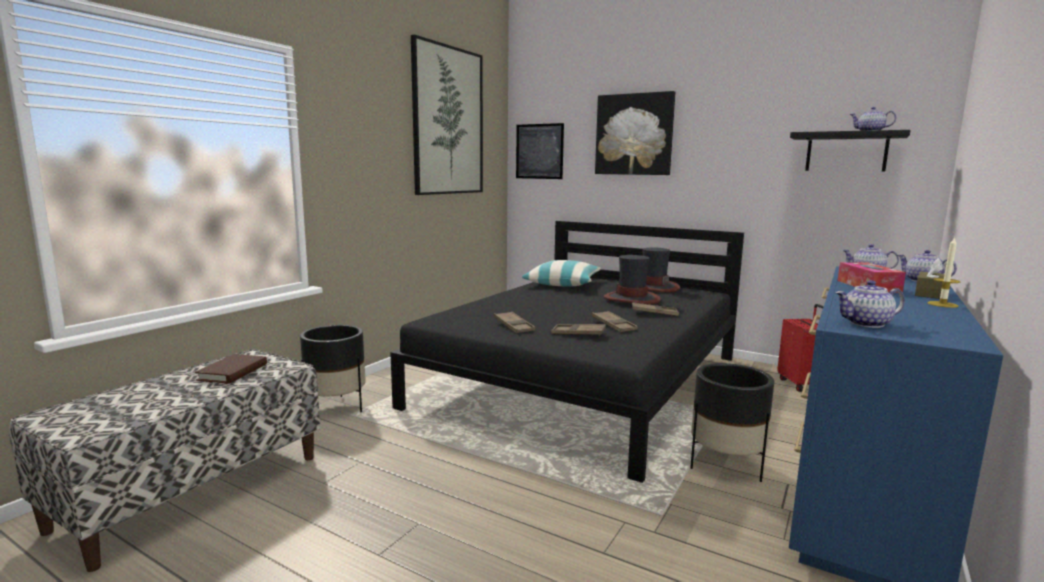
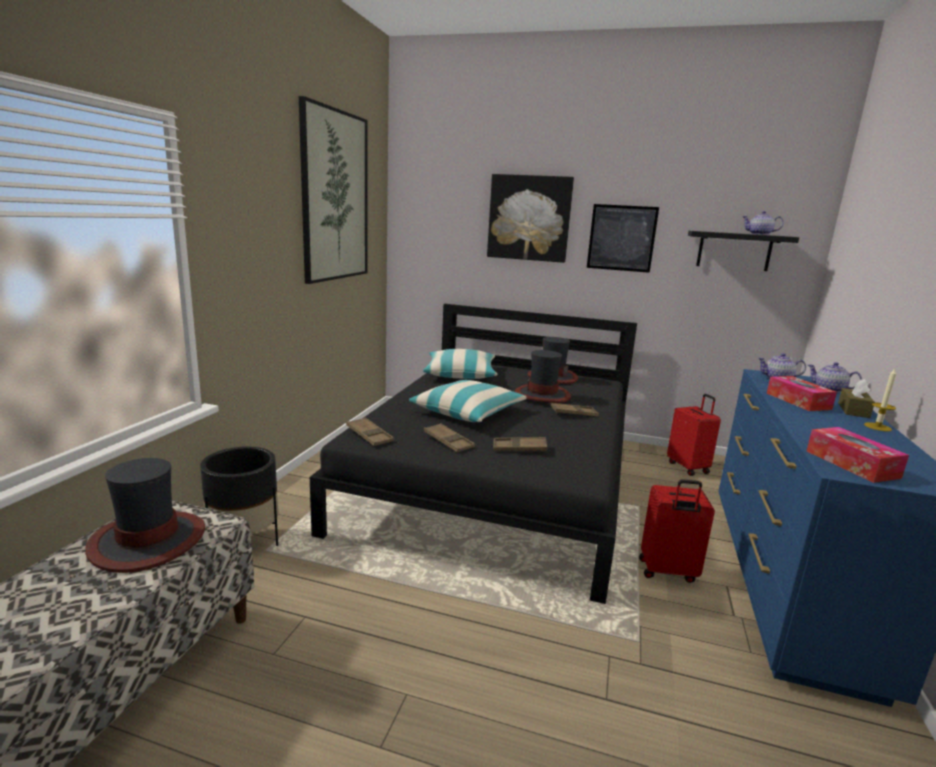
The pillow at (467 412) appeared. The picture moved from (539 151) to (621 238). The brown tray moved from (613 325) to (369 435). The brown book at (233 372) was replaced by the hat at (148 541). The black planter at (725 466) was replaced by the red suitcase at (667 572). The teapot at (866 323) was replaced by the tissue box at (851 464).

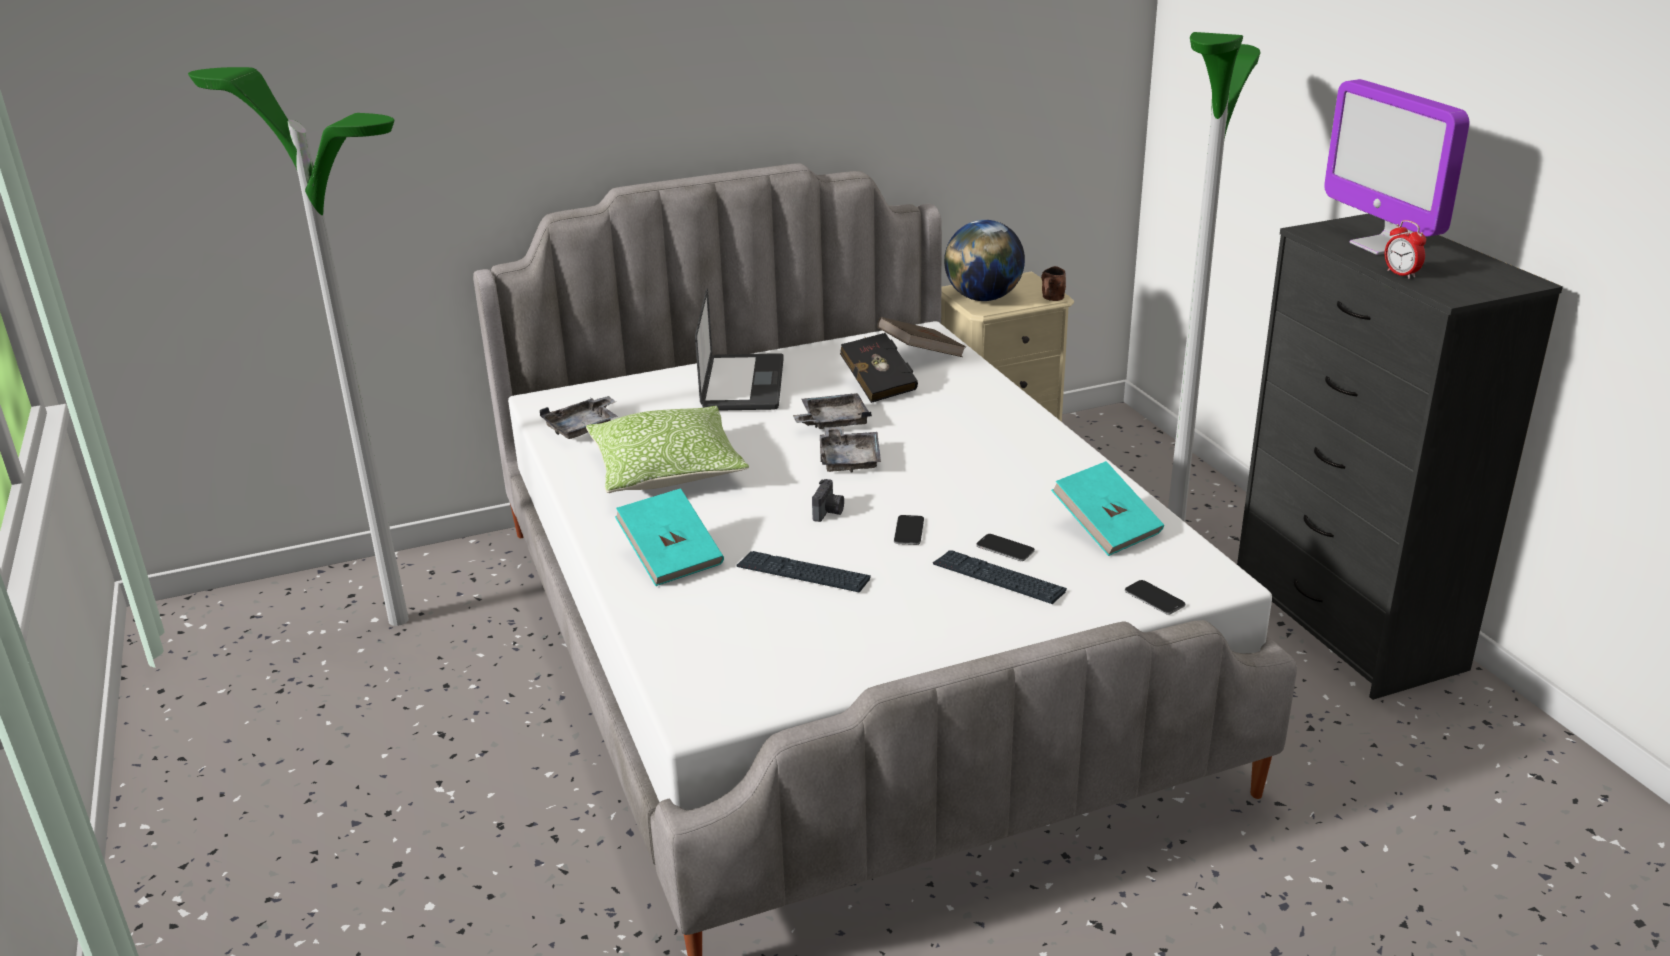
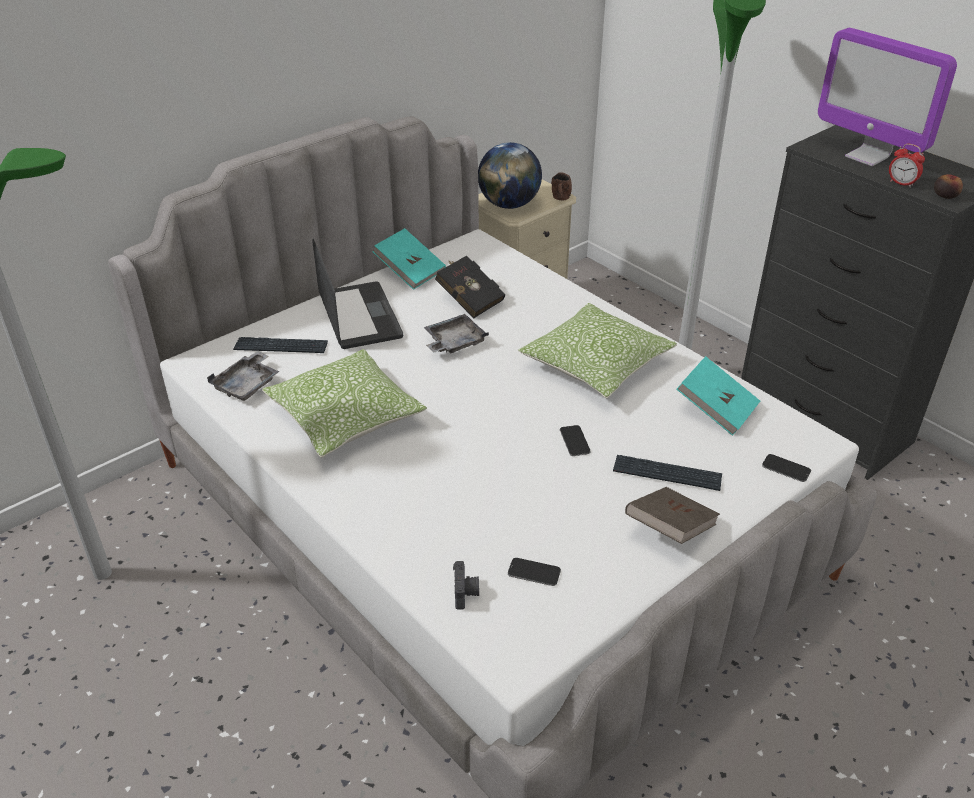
The grey tray at (849 460) disappeared. The pillow at (596 364) appeared. The apple at (945 195) appeared. The turquoise book moved from (671 557) to (410 272). The keyboard moved from (803 574) to (281 347). The photo camera moved from (829 512) to (466 593). The brown book moved from (921 355) to (669 529). The phone moved from (1005 549) to (534 572).

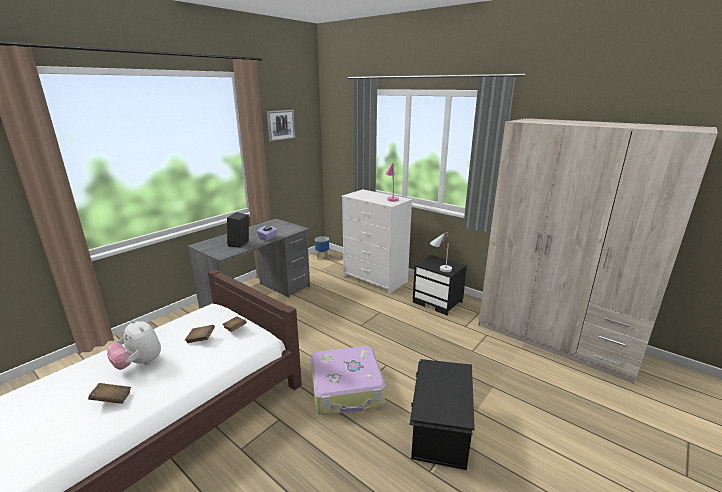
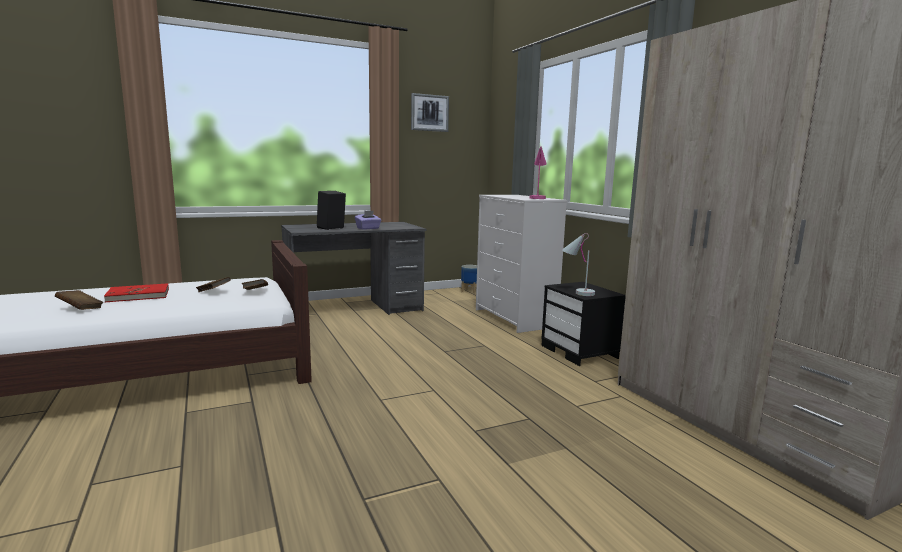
The suitcase at (347 389) disappeared. The black storage box at (439 429) disappeared. The plush toy at (139 364) was replaced by the red book at (138 295).

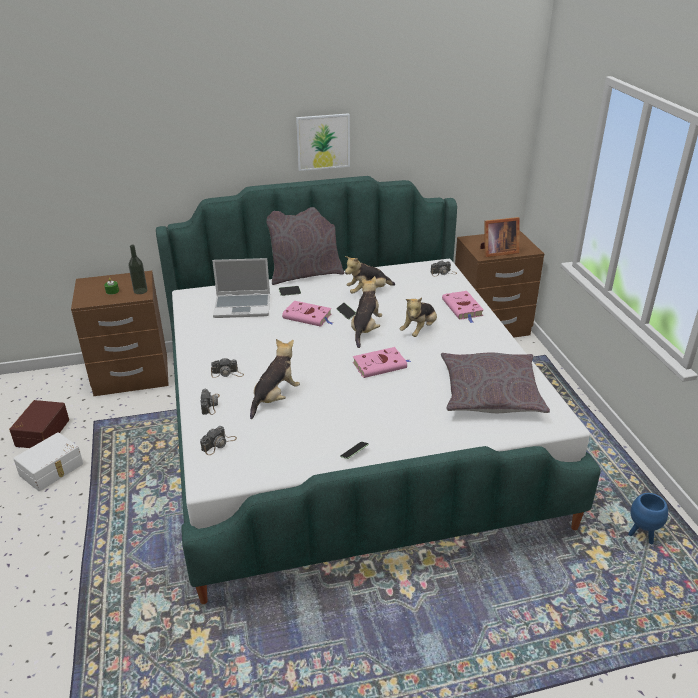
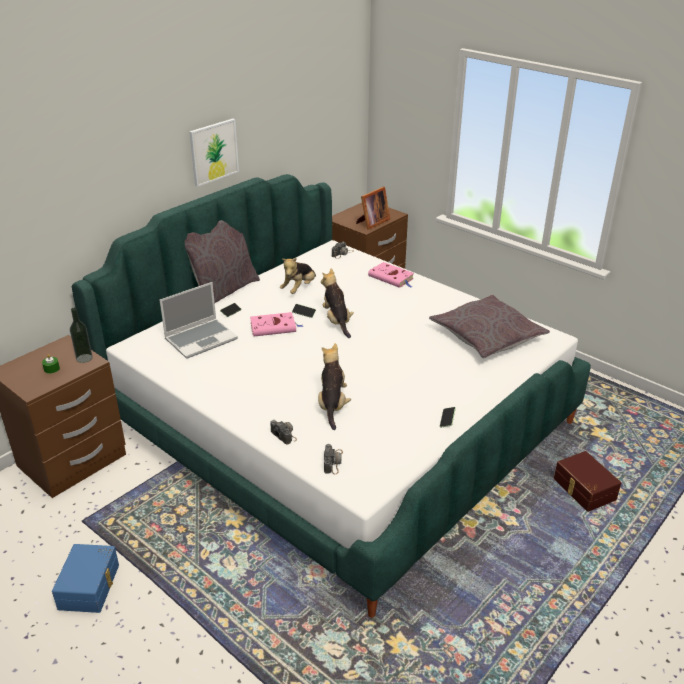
The photo camera at (227 373) disappeared. The pink book at (381 365) disappeared. The plush toy at (419 330) disappeared. The blue planter at (642 535) disappeared. The brown storage box moved from (41 432) to (583 490). The white storage box at (52 470) became the blue storage box at (90 586).

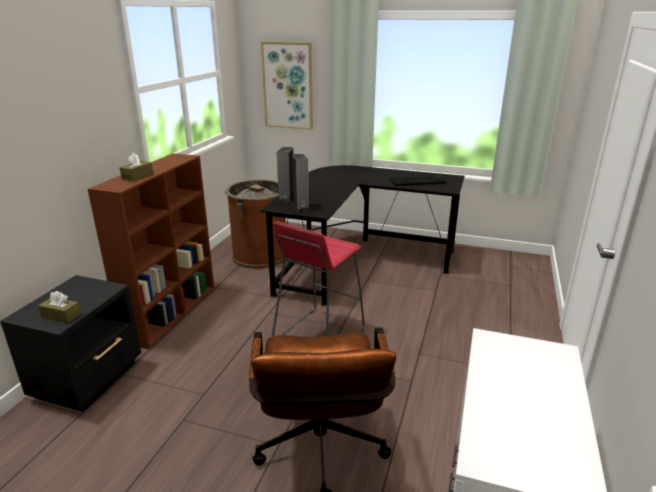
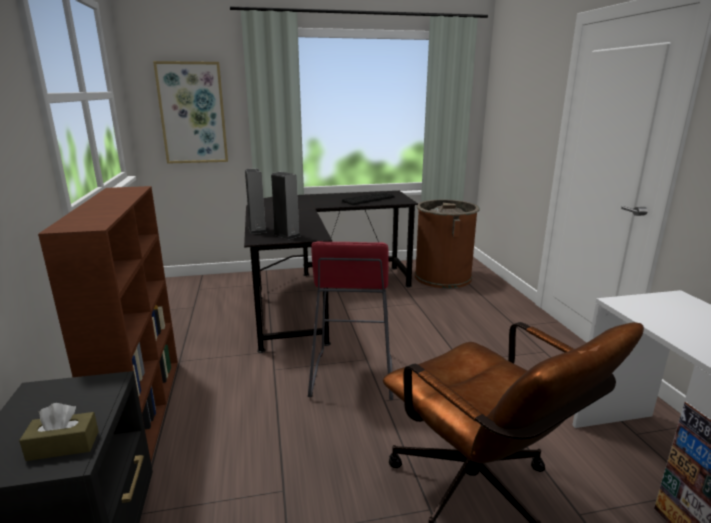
The brown tissue box at (137 176) disappeared. The brown trash can moved from (260 255) to (443 277).

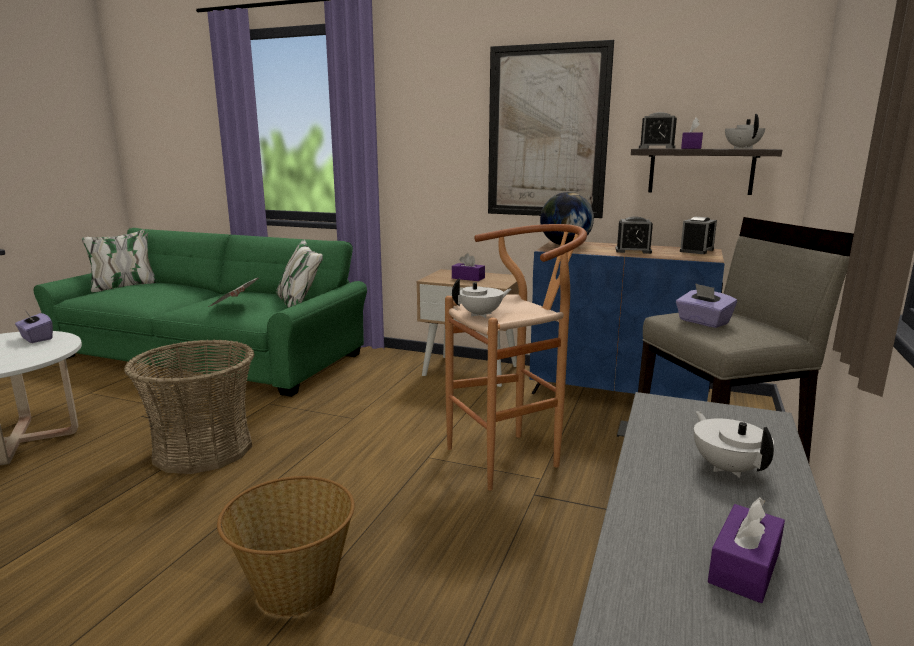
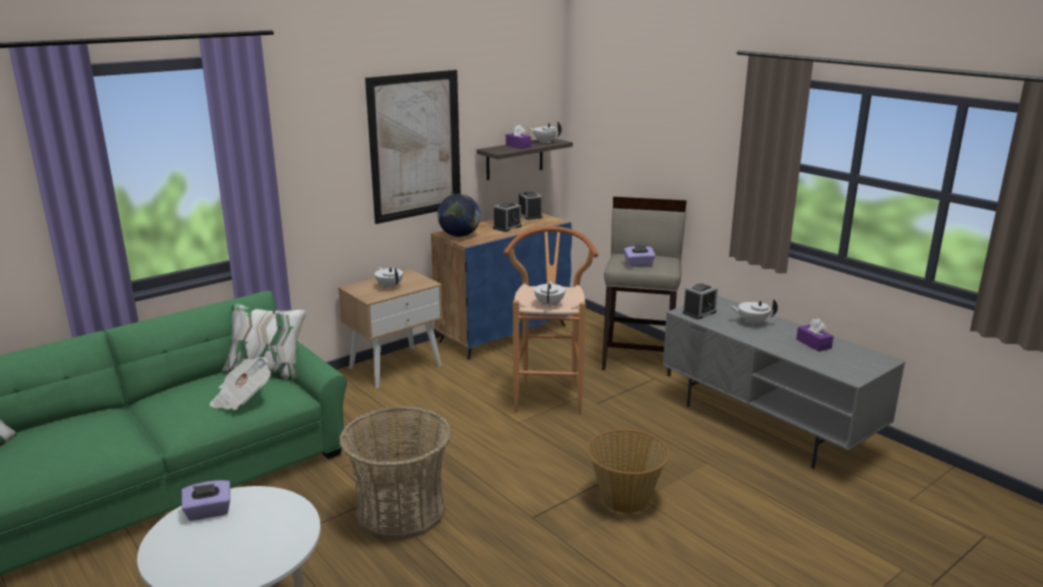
The alarm clock moved from (657 148) to (699 312). The purple tissue box at (468 278) was replaced by the white teapot at (389 286).

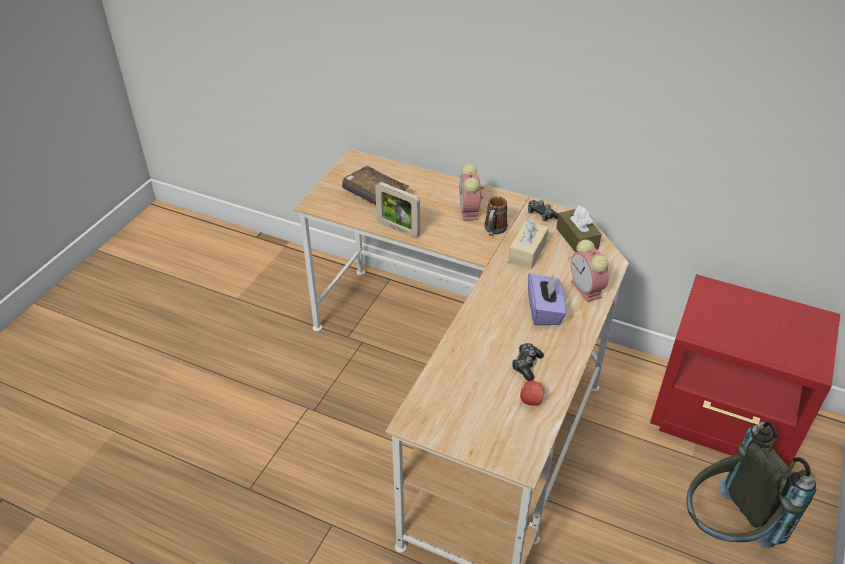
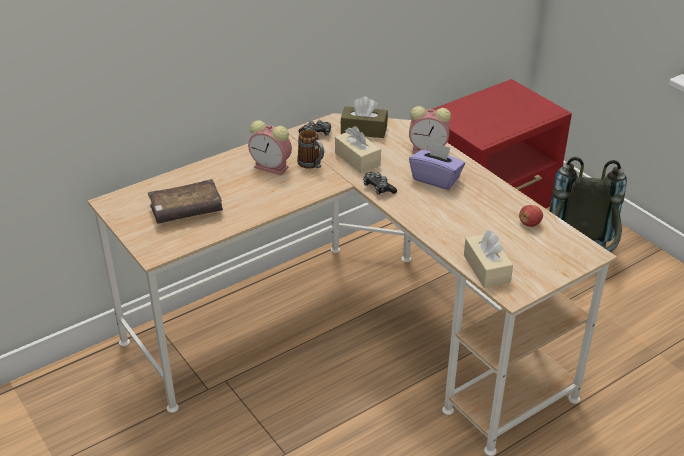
The picture frame at (398 229) disappeared. The beige tissue box at (486 269) appeared. The game controller moved from (526 365) to (378 188).

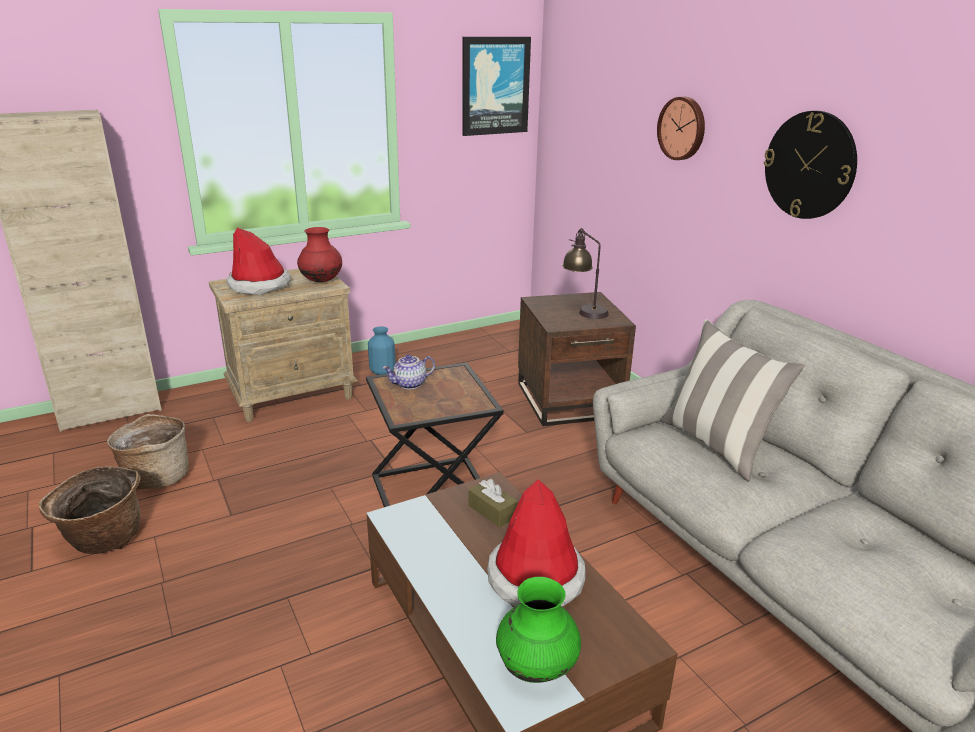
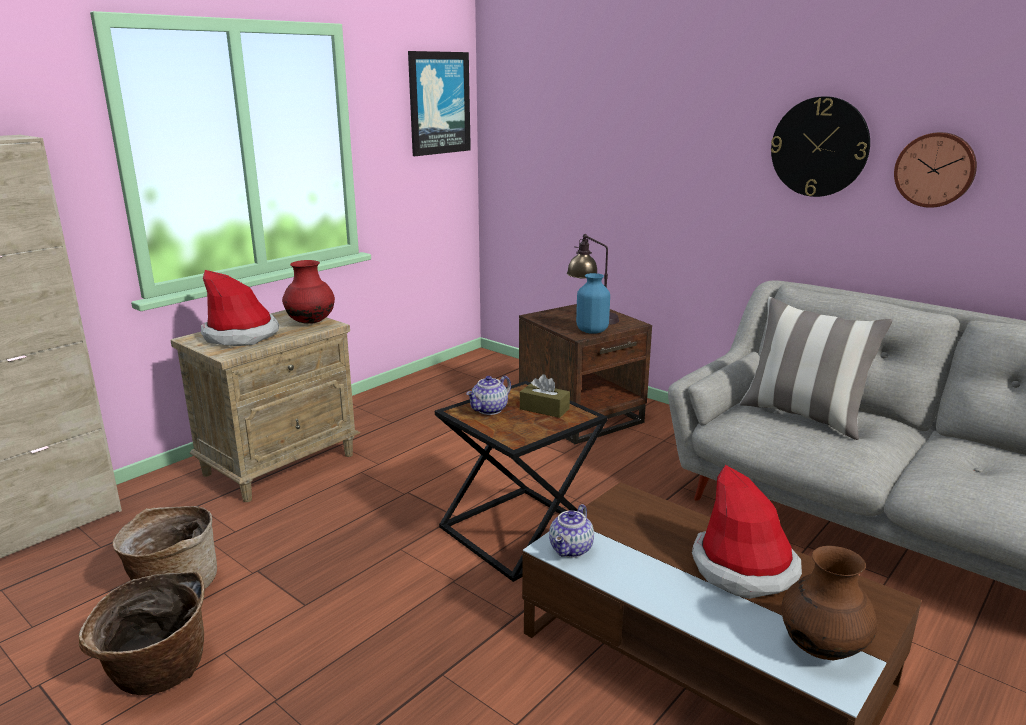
The teapot at (572 549) appeared. The blue vase moved from (382 371) to (592 330). The brown tissue box moved from (492 511) to (544 409). The wall clock moved from (683 128) to (935 169). The green vase at (536 668) became the brown vase at (822 648).

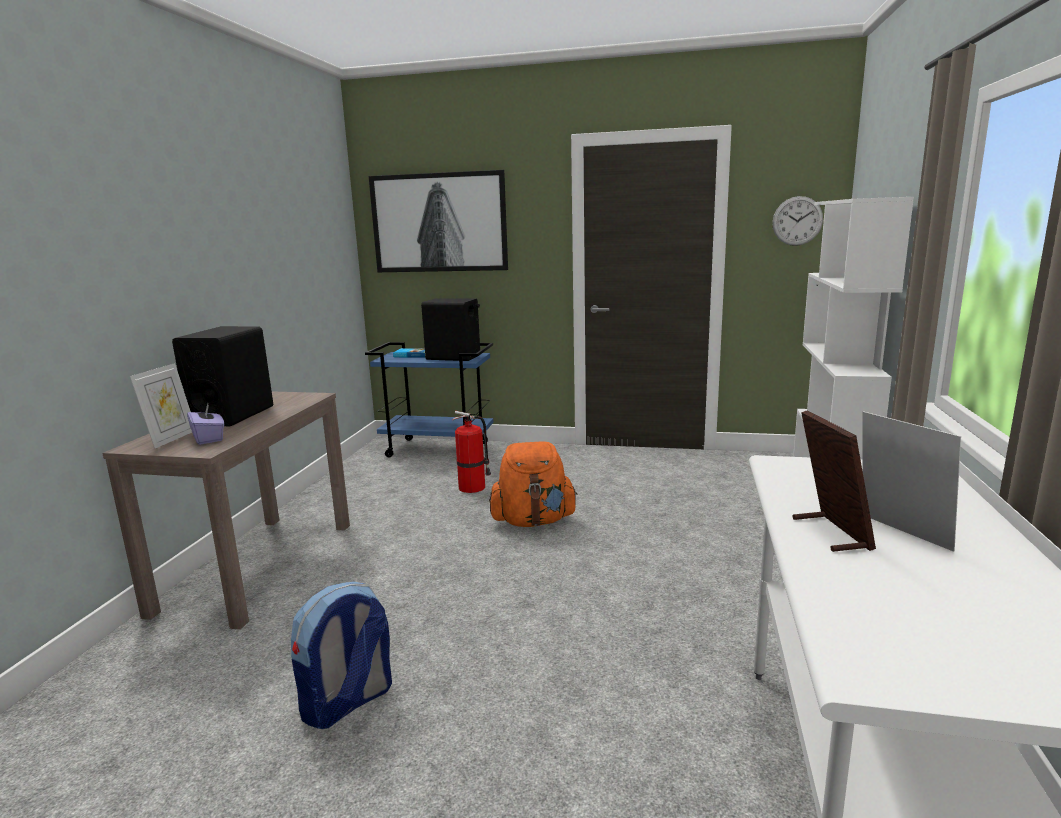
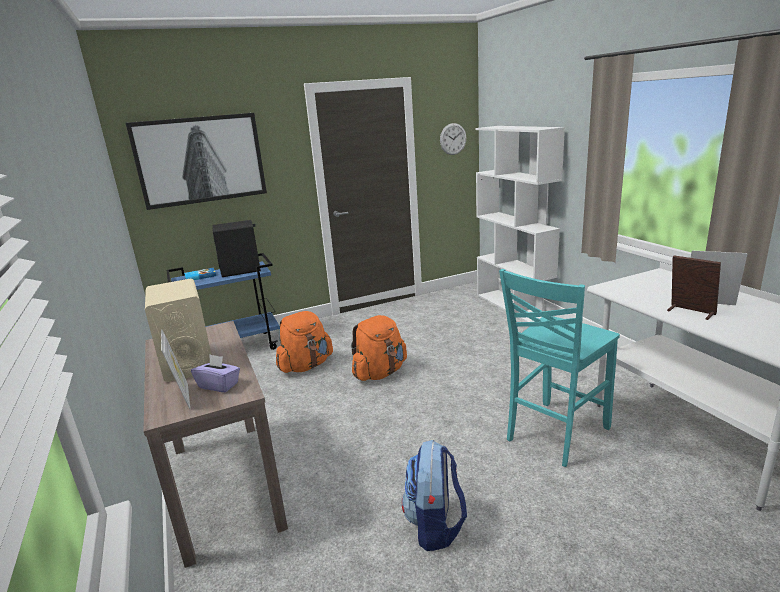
The turquoise chair at (554 434) appeared. The fire extinguisher at (473 487) was replaced by the orange backpack at (306 366). The black speaker at (232 415) became the beige speaker at (187 363).

